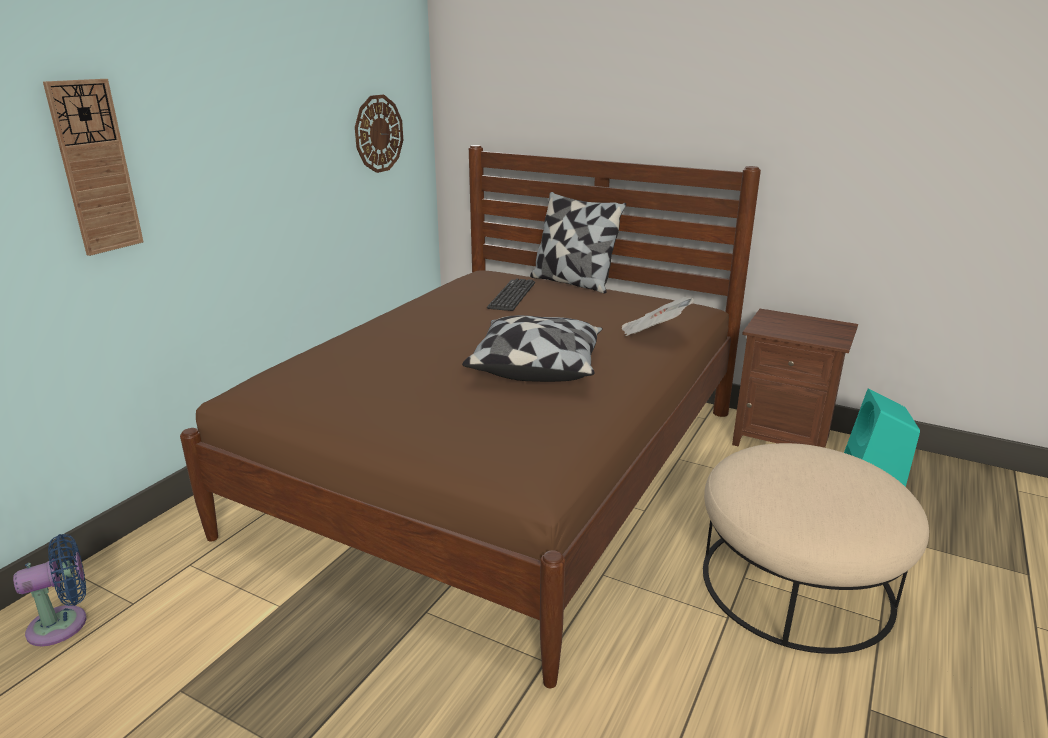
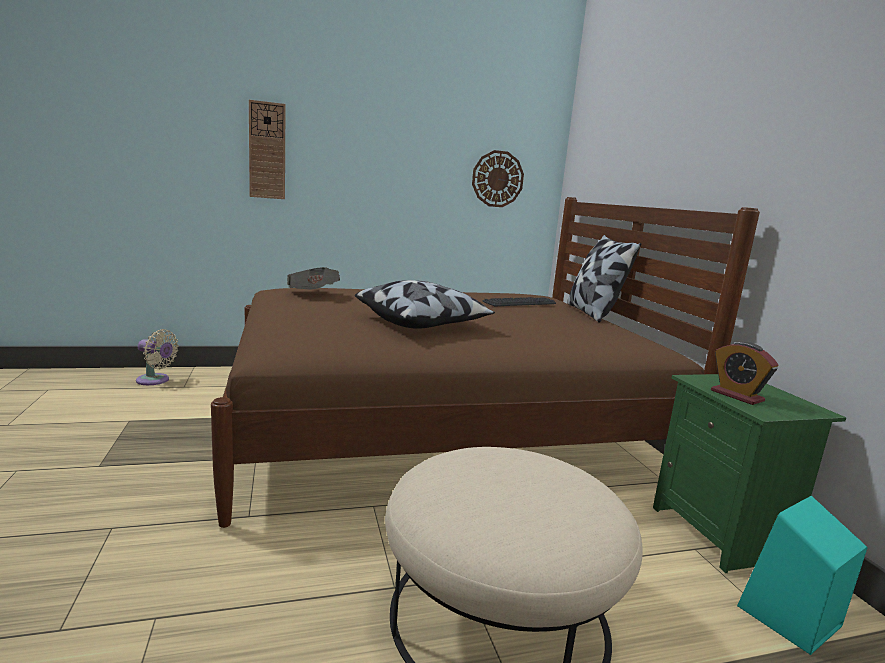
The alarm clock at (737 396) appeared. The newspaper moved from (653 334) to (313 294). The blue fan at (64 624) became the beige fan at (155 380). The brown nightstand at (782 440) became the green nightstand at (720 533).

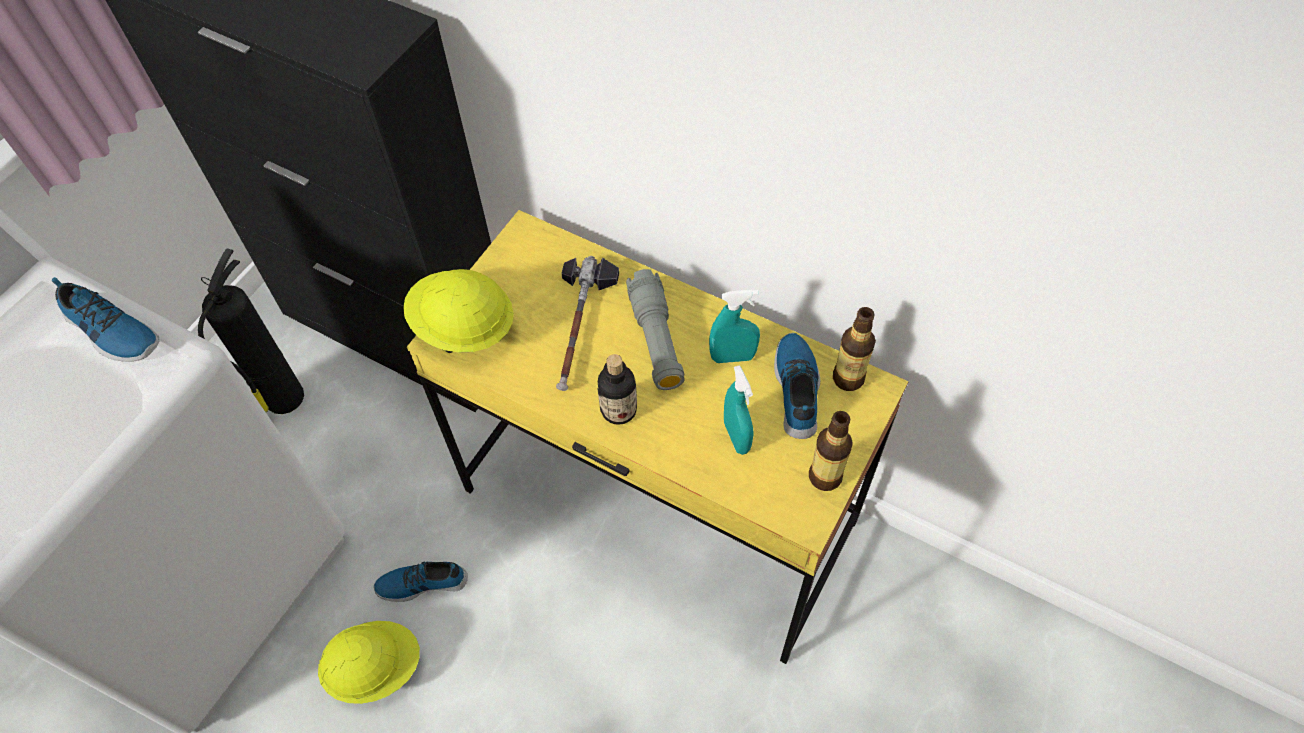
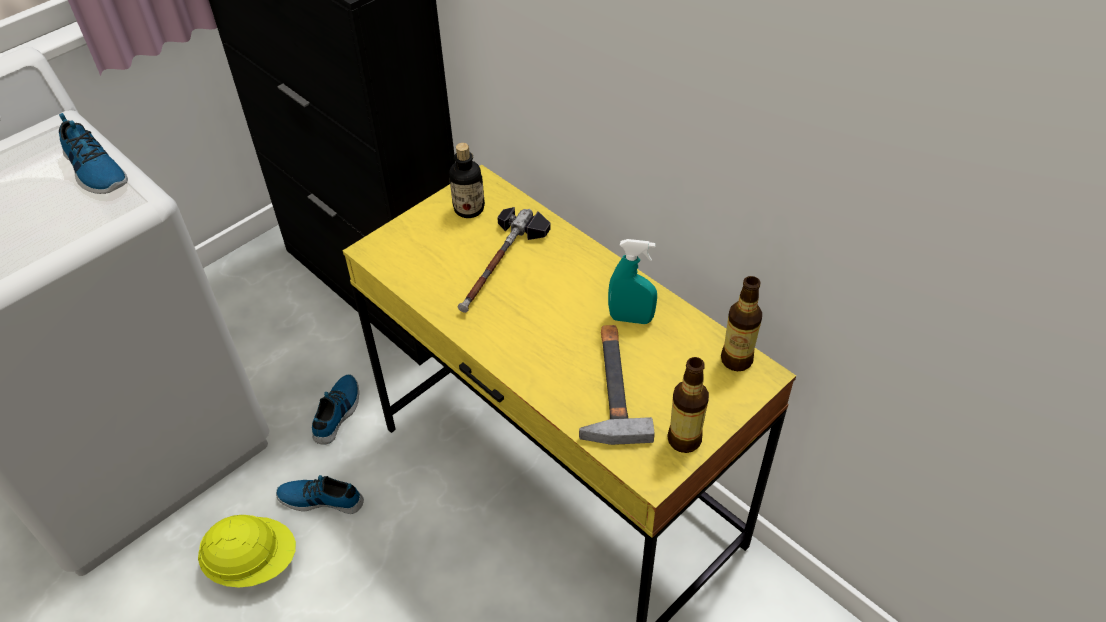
The fire extinguisher at (283 400) disappeared. The yellow hard hat at (463 328) disappeared. The grey flashlight at (656 339) disappeared. The bottle moved from (619 410) to (469 209). The shoe moved from (798 389) to (338 412). The turquoise spray bottle at (736 437) was replaced by the hammer at (610 386).

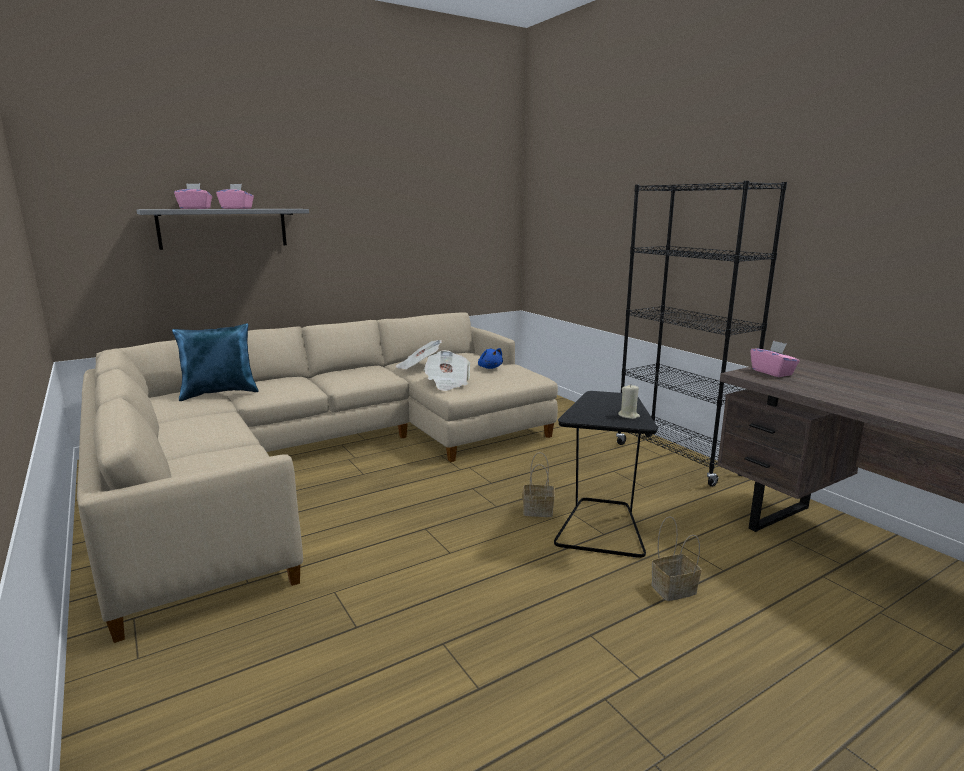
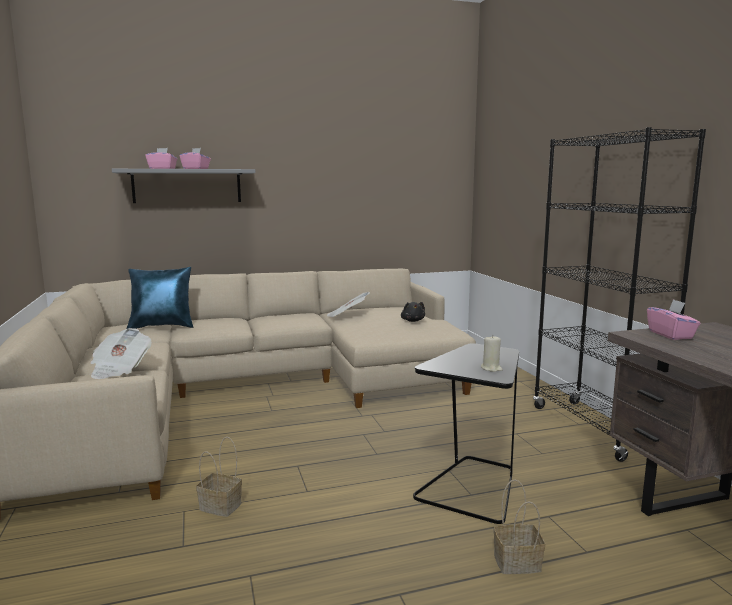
The newspaper moved from (447 383) to (119 369). The basket moved from (539 510) to (222 506). The blue plush toy at (490 367) became the black plush toy at (412 321).

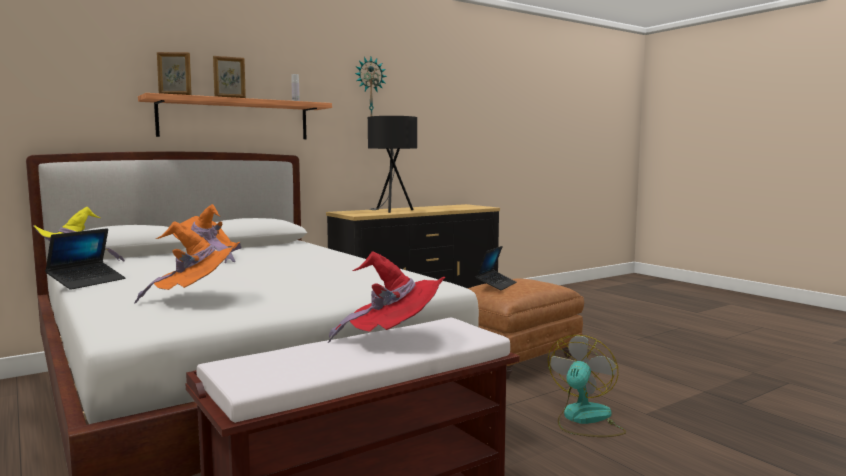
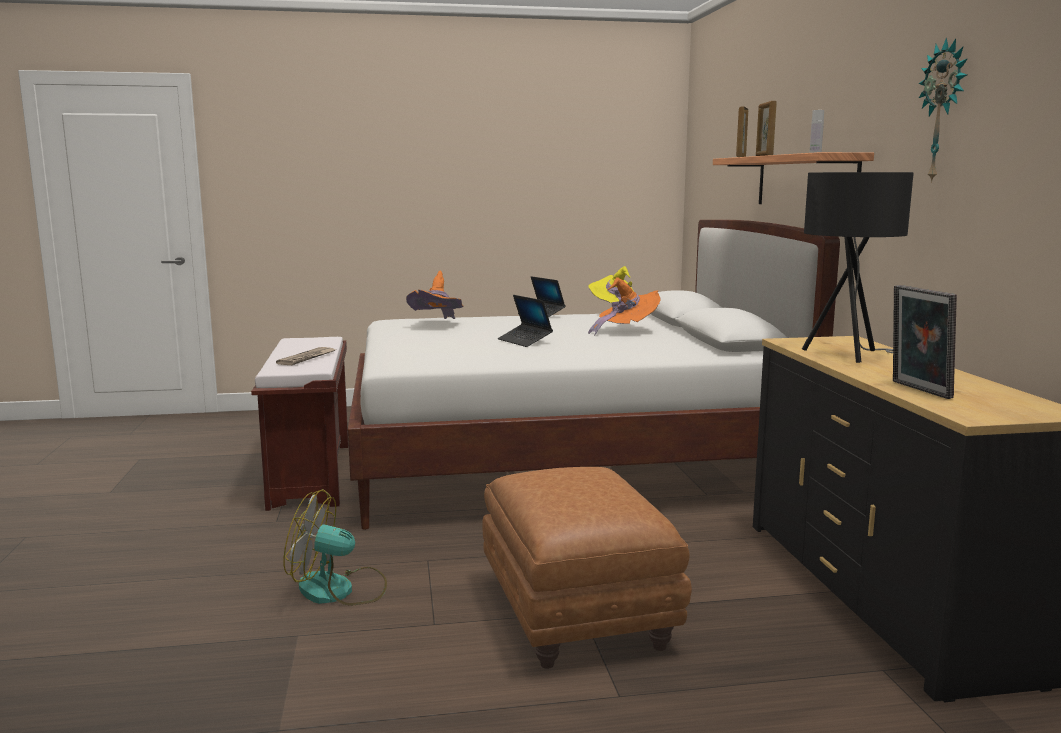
The picture frame at (917 390) appeared. The laptop moved from (496 285) to (525 341). The red hat at (394 339) was replaced by the newspaper at (307 358). The fan at (584 420) turned 135 degrees clockwise.

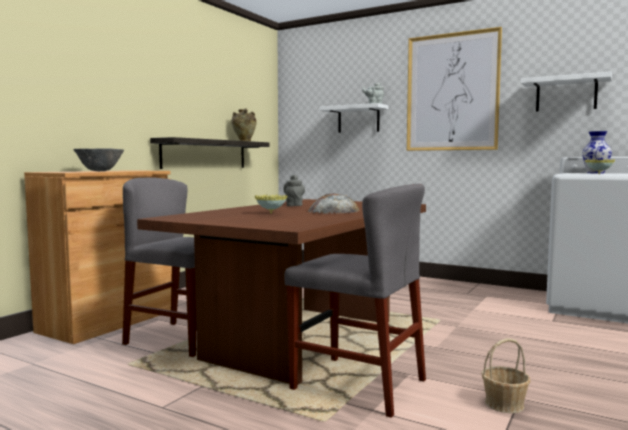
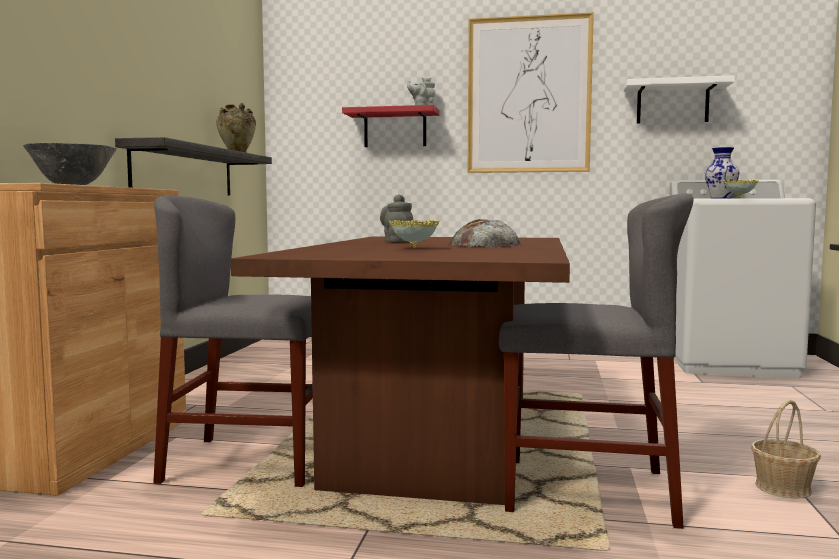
The white shelf at (358 119) became the red shelf at (395 128).

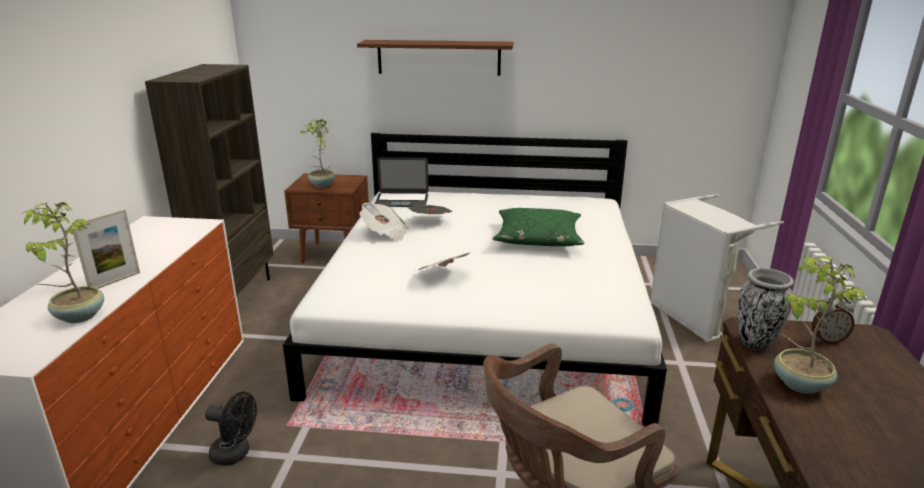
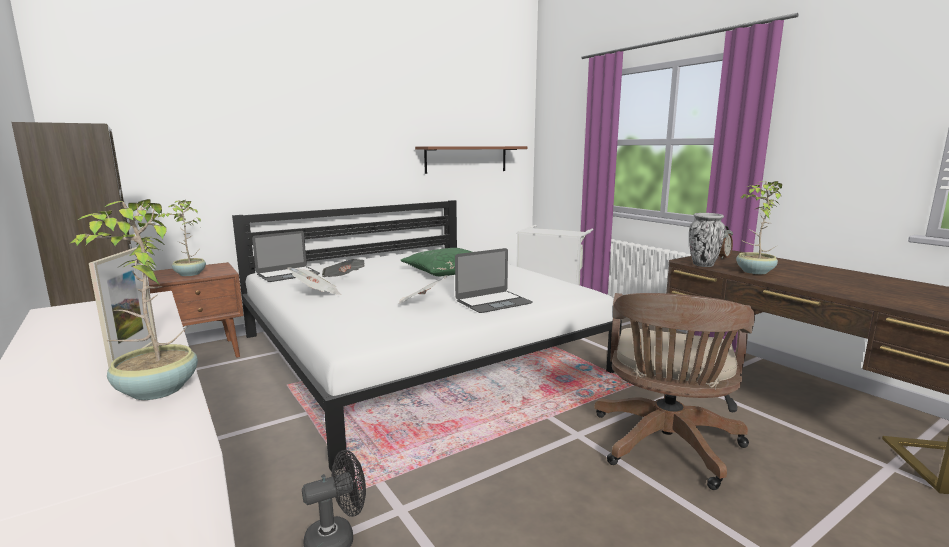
The laptop at (493 302) appeared. The brown shelf moved from (438 57) to (466 159).

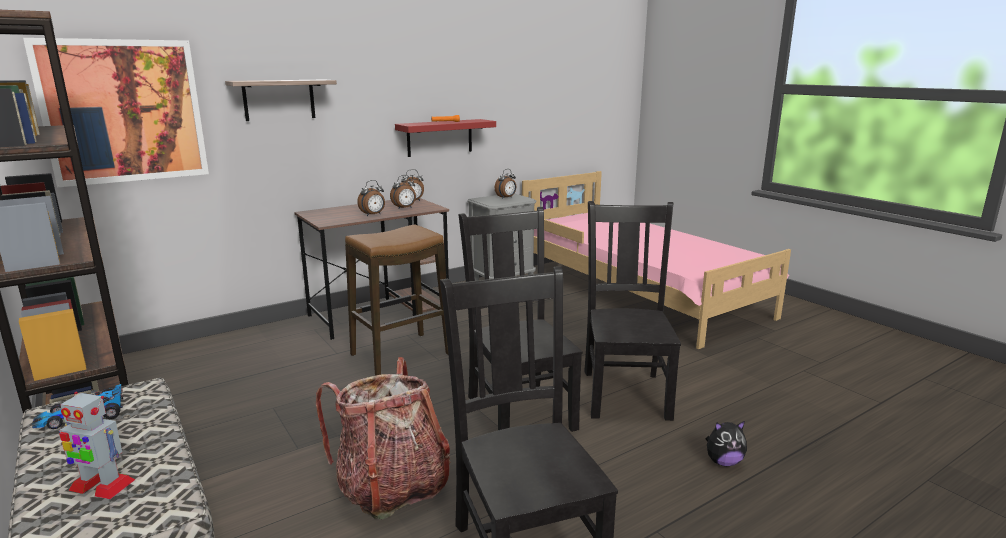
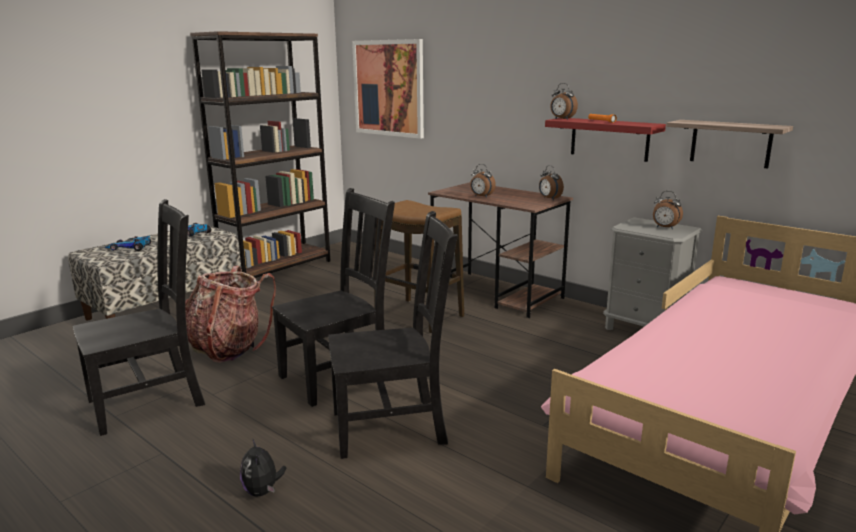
The shelf moved from (279 100) to (730 143). The alarm clock moved from (404 208) to (561 119). The toy robot at (101 485) was replaced by the toy car at (129 248).

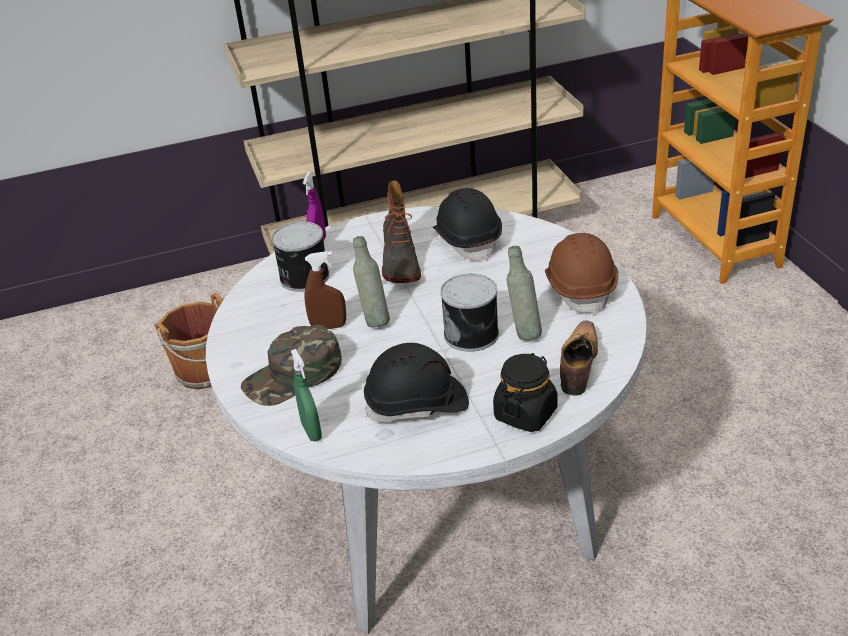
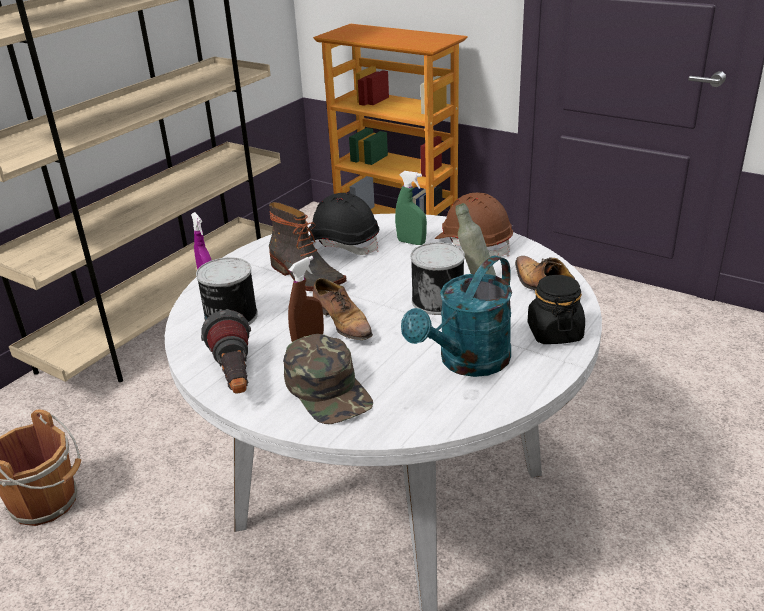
The flashlight at (235 377) appeared. The green spray bottle moved from (311 431) to (411 242). The grey bottle at (374 320) was replaced by the shoe at (343 322). The black hard hat at (417 405) was replaced by the turquoise watering can at (467 363). The green cap at (293 375) turned 45 degrees counterclockwise.

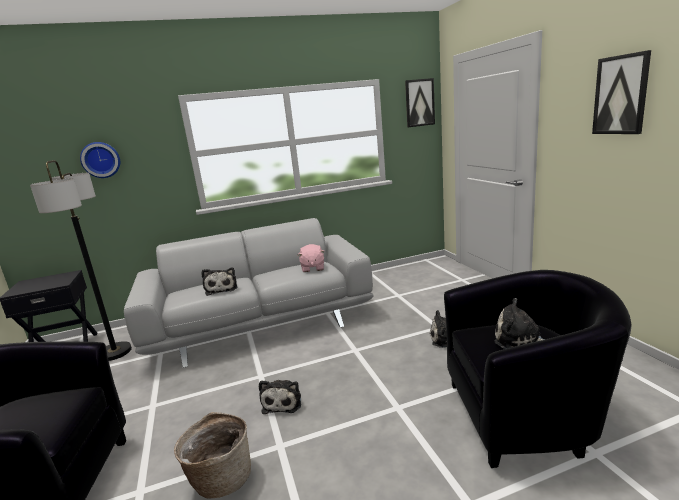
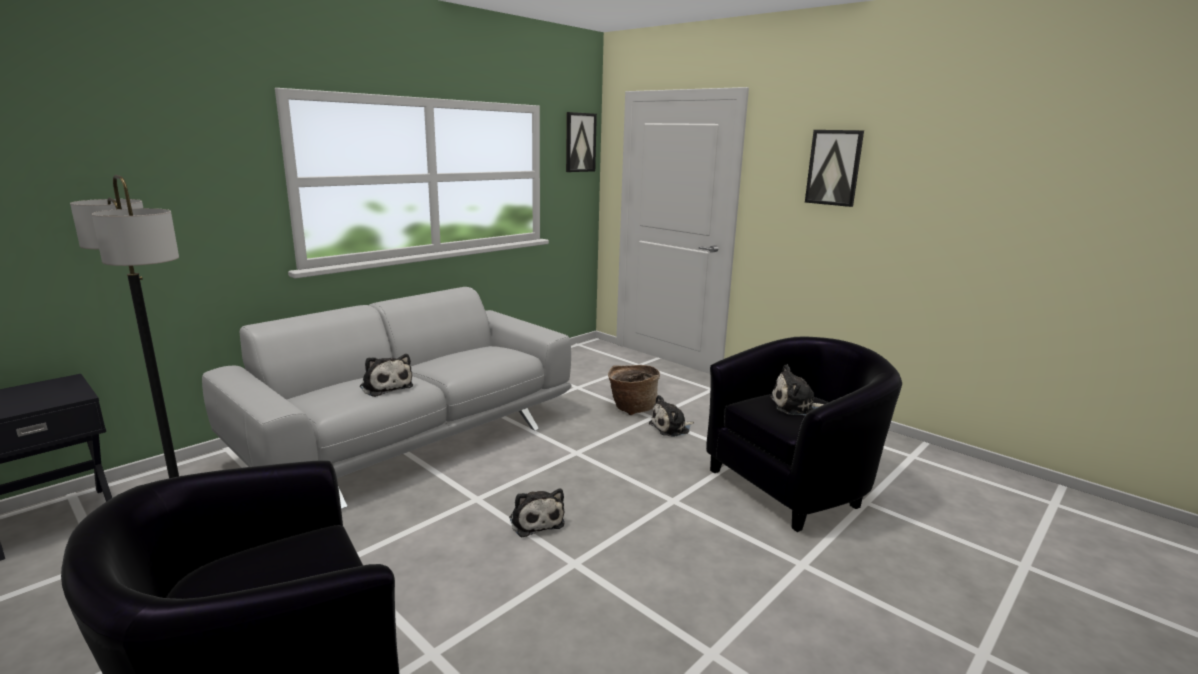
The wall clock at (101 160) disappeared. The pink plush toy at (312 268) disappeared. The basket moved from (221 478) to (632 408).

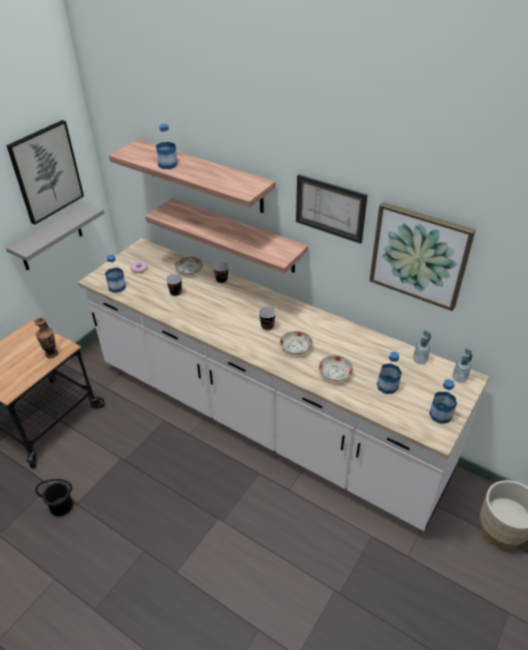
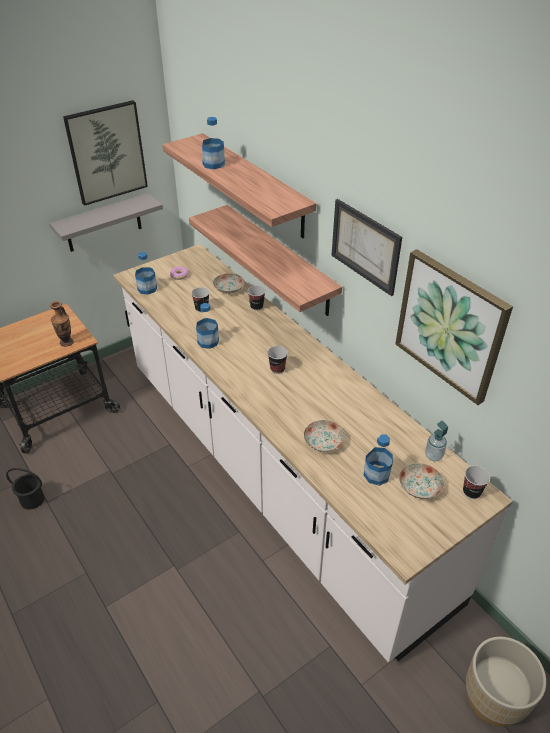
The plate moved from (295 348) to (419 487). The bottle moved from (440 415) to (208 341). The soap dispenser at (459 378) was replaced by the cup at (471 492).

